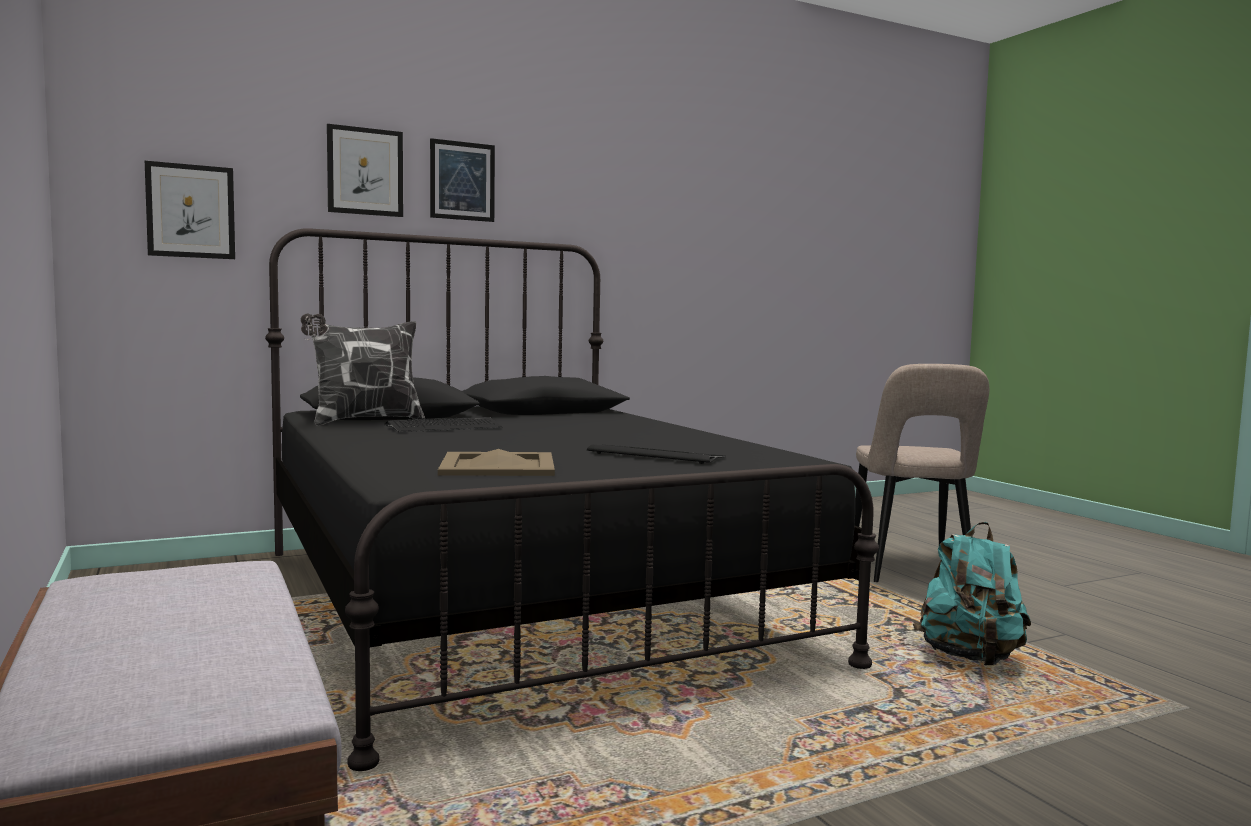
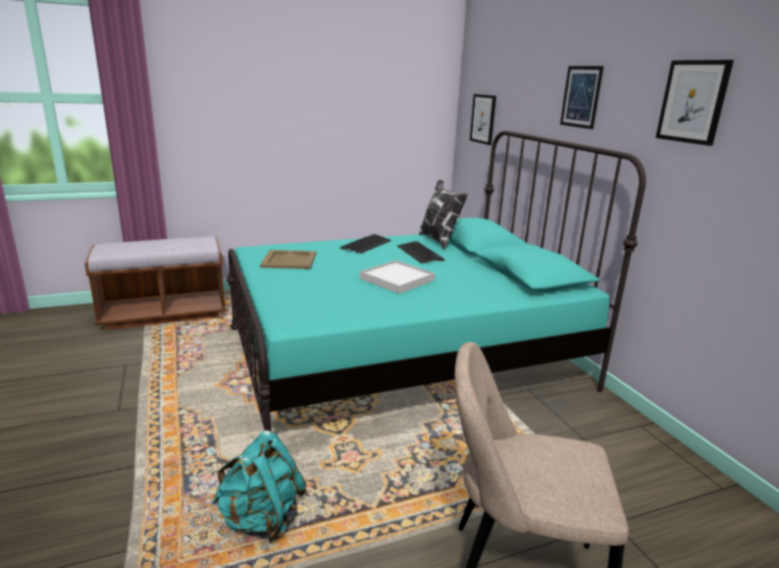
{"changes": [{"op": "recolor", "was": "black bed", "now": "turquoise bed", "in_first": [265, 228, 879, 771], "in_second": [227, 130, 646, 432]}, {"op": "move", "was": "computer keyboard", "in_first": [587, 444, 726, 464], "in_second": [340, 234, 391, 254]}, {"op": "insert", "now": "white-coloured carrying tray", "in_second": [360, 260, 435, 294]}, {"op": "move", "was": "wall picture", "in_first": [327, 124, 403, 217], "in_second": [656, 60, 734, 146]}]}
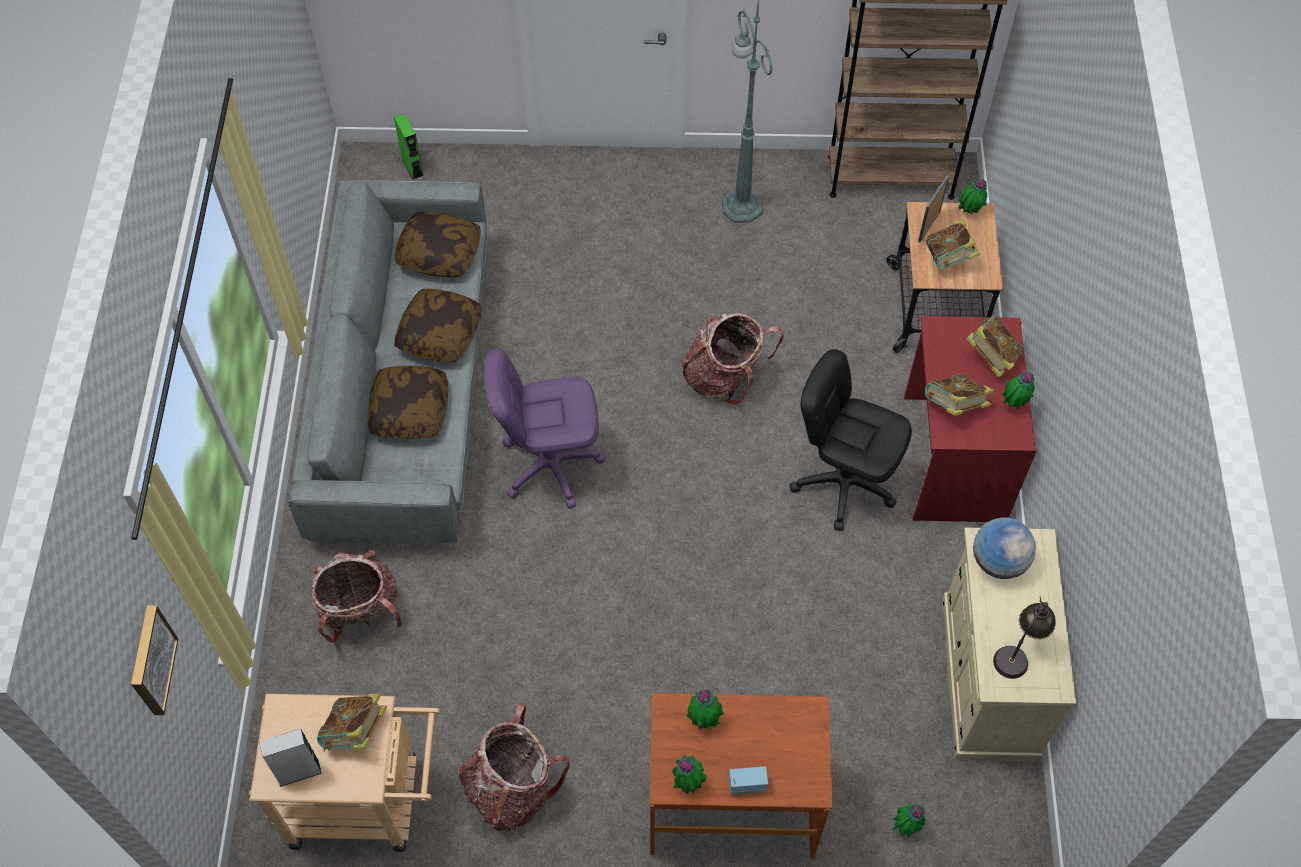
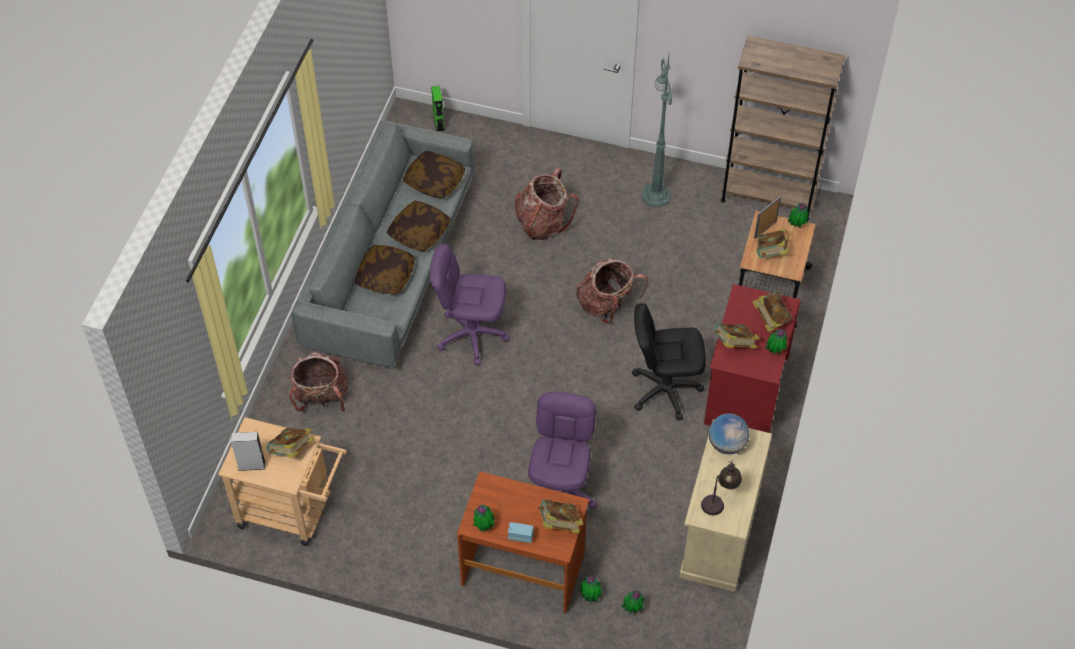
{"changes": [{"op": "move", "was": "knapsack", "in_first": [457, 702, 570, 832], "in_second": [515, 168, 578, 240]}, {"op": "insert", "now": "purple computer chair", "in_second": [528, 392, 597, 509]}, {"op": "insert", "now": "bound book", "in_second": [537, 500, 583, 534]}, {"op": "move", "was": "potted plant", "in_first": [687, 689, 724, 730], "in_second": [580, 575, 602, 602]}, {"op": "rotate", "was": "black computer chair", "in_first": [789, 349, 912, 531], "in_second": [632, 303, 706, 421], "clockwise": -45}, {"op": "delete", "was": "wall picture", "in_first": [131, 605, 178, 715]}]}
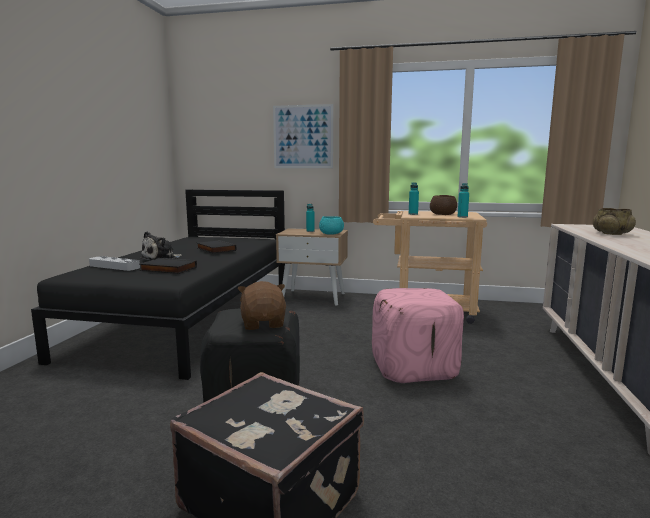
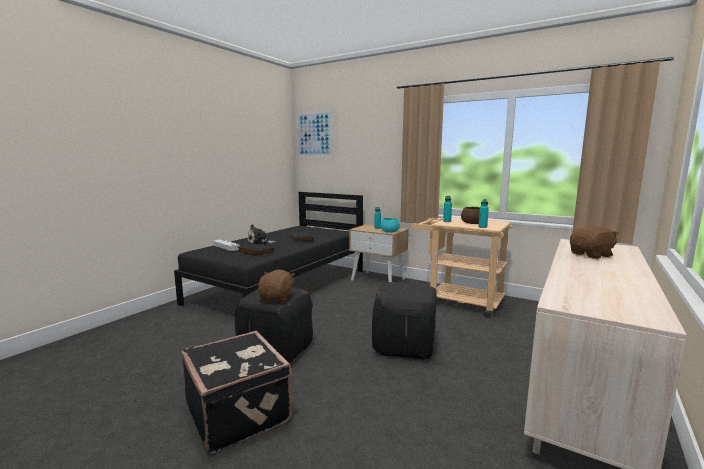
{"changes": [{"op": "move", "was": "wall picture", "in_first": [273, 104, 333, 168], "in_second": [297, 111, 332, 157]}, {"op": "recolor", "was": "pink-coloured footrest", "now": "black footrest", "in_first": [372, 288, 464, 383], "in_second": [372, 282, 437, 359]}, {"op": "replace", "was": "sand-coloured deep dish", "now": "brown-coloured soft toy", "in_first": [593, 208, 636, 235], "in_second": [570, 226, 620, 259]}]}
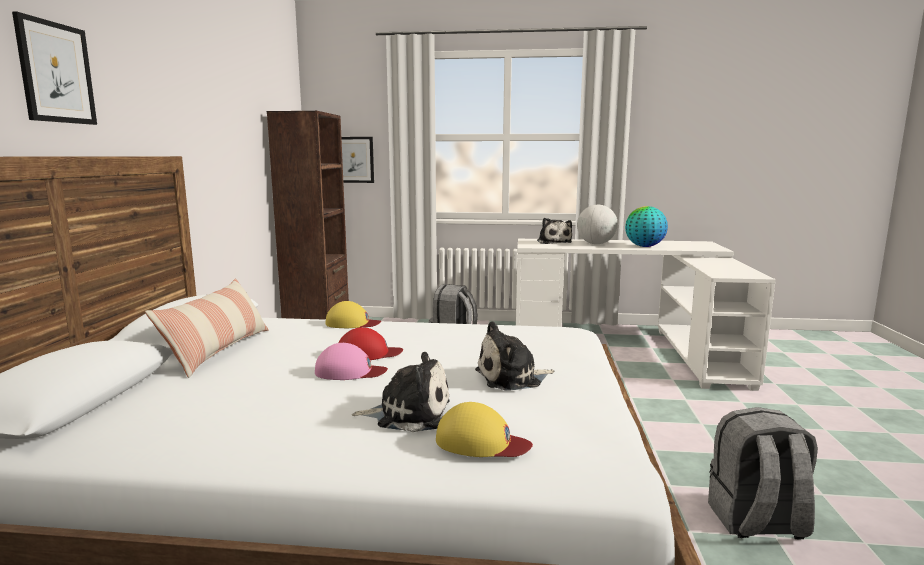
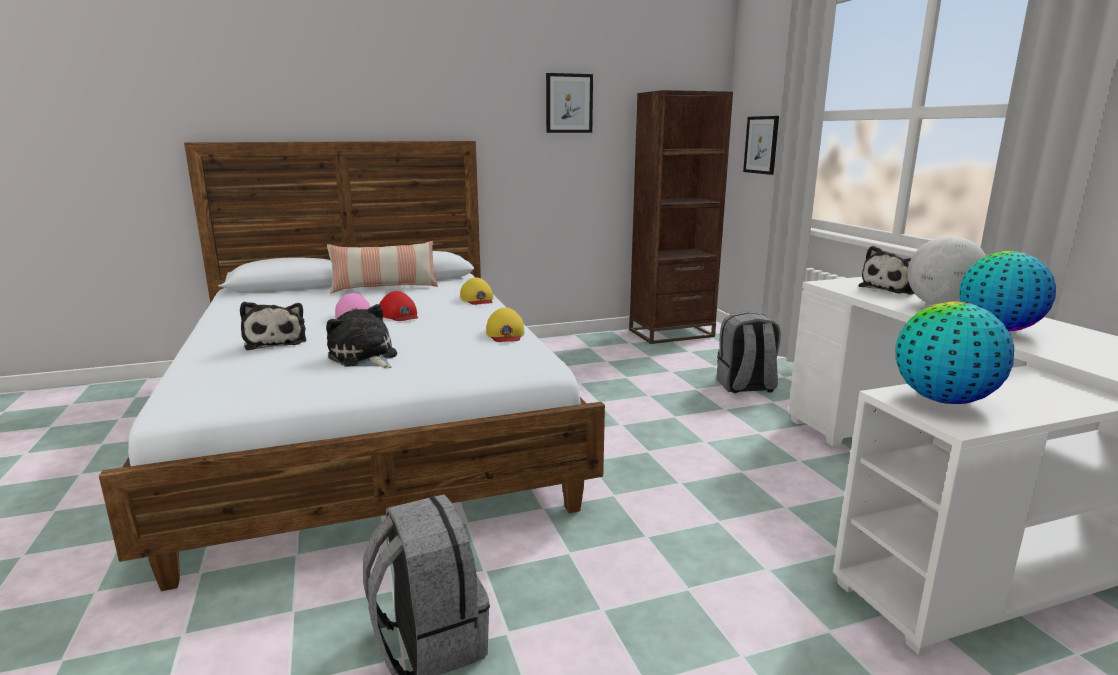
{"changes": [{"op": "move", "was": "yellowish baseball cap", "in_first": [436, 402, 533, 457], "in_second": [486, 307, 525, 342]}, {"op": "move", "was": "wall picture", "in_first": [12, 12, 97, 125], "in_second": [546, 73, 593, 133]}, {"op": "insert", "now": "desk globe", "in_second": [895, 302, 1014, 404]}]}
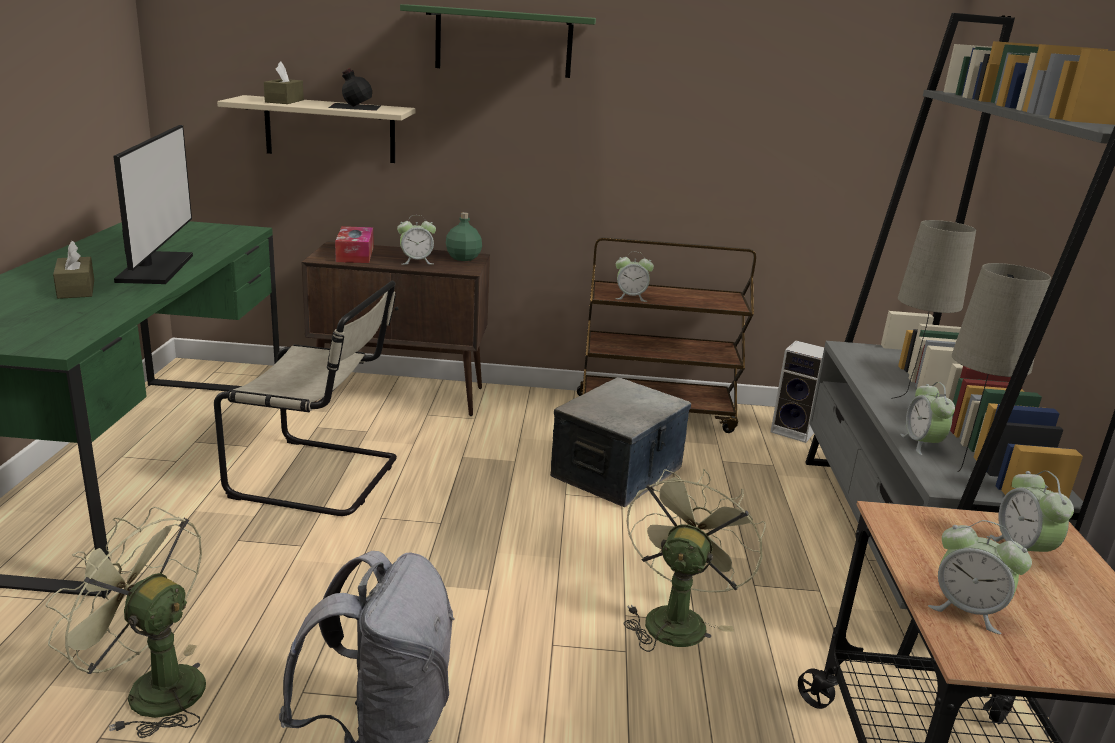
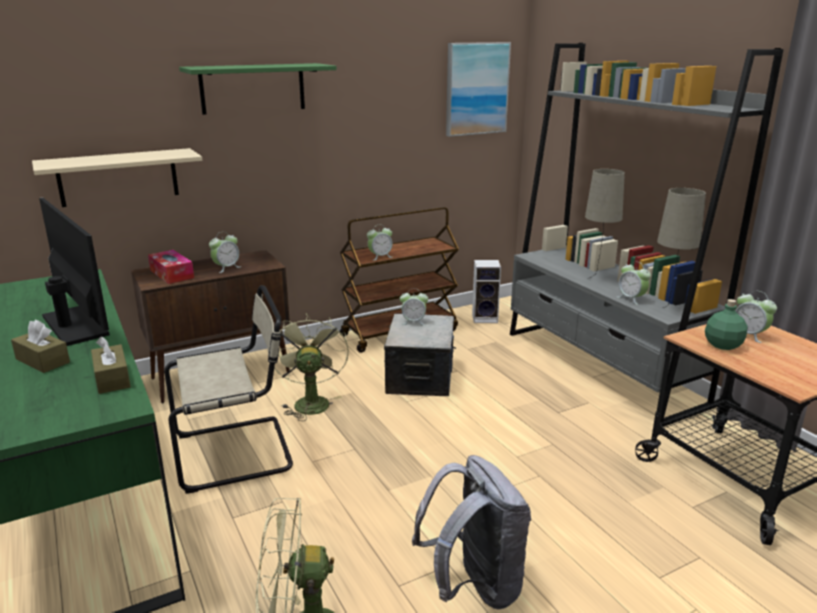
{"changes": [{"op": "move", "was": "brown-coloured tissue box", "in_first": [264, 61, 304, 104], "in_second": [91, 336, 131, 394]}, {"op": "move", "was": "greenish fan", "in_first": [624, 469, 766, 652], "in_second": [274, 313, 349, 421]}, {"op": "move", "was": "bedside clock", "in_first": [928, 520, 1032, 634], "in_second": [400, 289, 428, 325]}, {"op": "insert", "now": "wall picture", "in_second": [446, 42, 511, 137]}, {"op": "move", "was": "greenish beverage bottle", "in_first": [446, 212, 482, 261], "in_second": [705, 299, 748, 350]}, {"op": "delete", "was": "black beverage bottle", "in_first": [328, 68, 380, 111]}]}
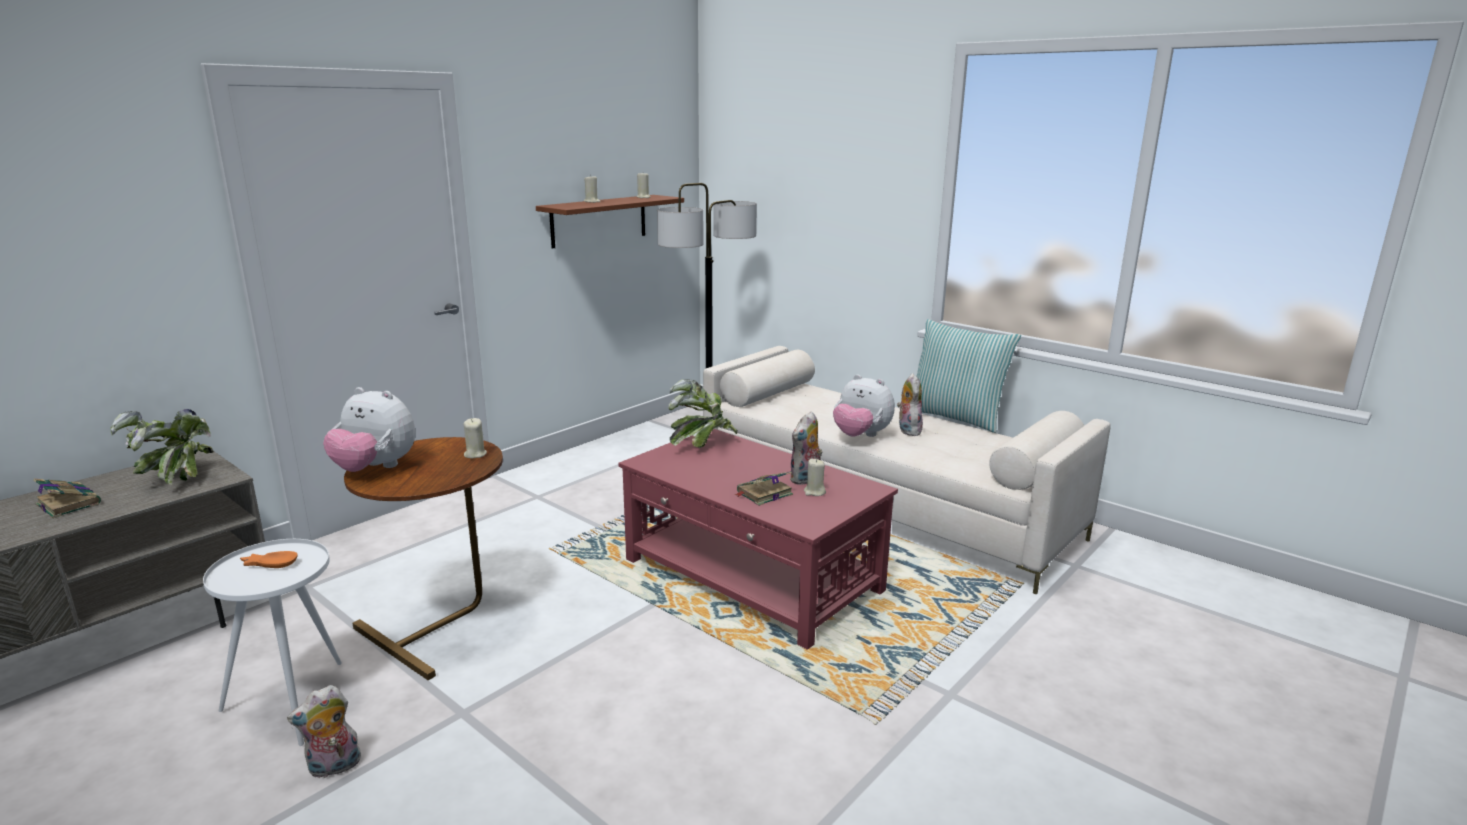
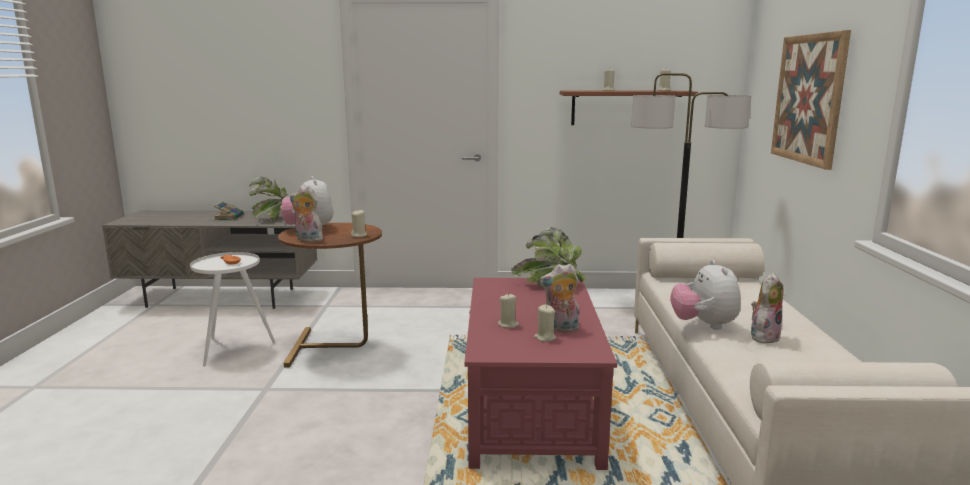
{"changes": [{"op": "move", "was": "soft toy", "in_first": [287, 685, 361, 778], "in_second": [290, 186, 323, 242]}, {"op": "replace", "was": "bound book", "now": "sand-coloured candle", "in_first": [735, 471, 793, 506], "in_second": [498, 293, 519, 328]}, {"op": "insert", "now": "wall picture", "in_second": [771, 30, 851, 170]}, {"op": "delete", "was": "pillow", "in_first": [917, 319, 1021, 433]}]}
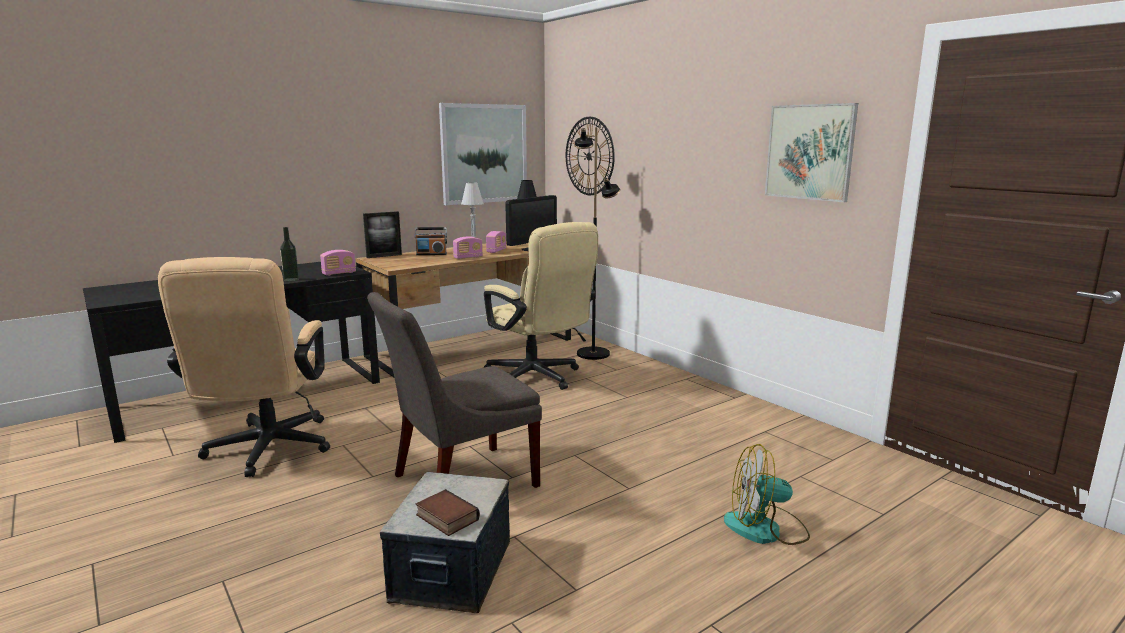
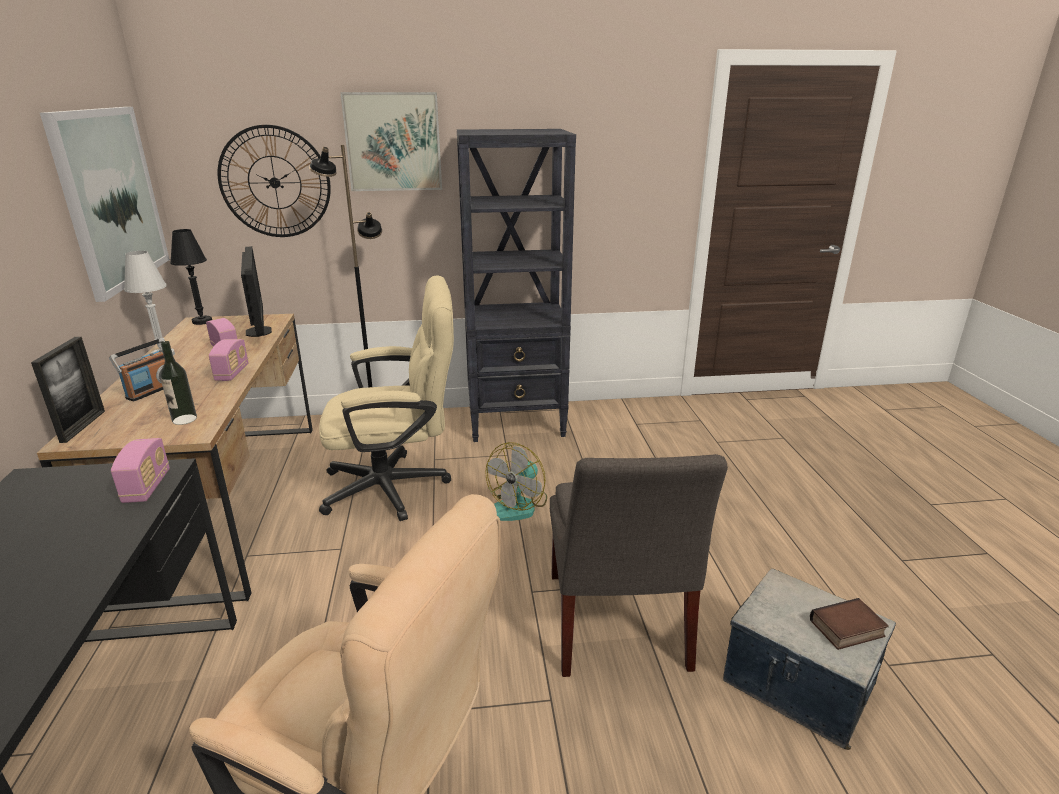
{"changes": [{"op": "move", "was": "beverage bottle", "in_first": [280, 227, 299, 281], "in_second": [160, 341, 197, 425]}, {"op": "move", "was": "wall picture", "in_first": [765, 103, 858, 202], "in_second": [340, 92, 442, 191]}, {"op": "insert", "now": "black bookcase", "in_second": [457, 129, 576, 442]}, {"op": "move", "was": "fan", "in_first": [724, 444, 810, 545], "in_second": [485, 442, 547, 521]}]}
